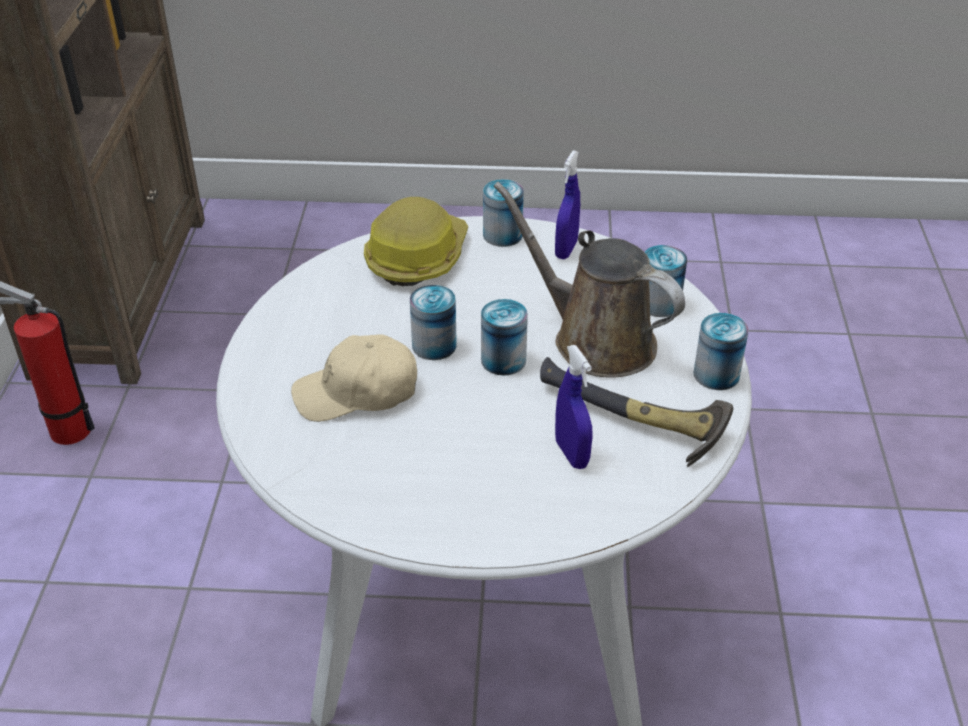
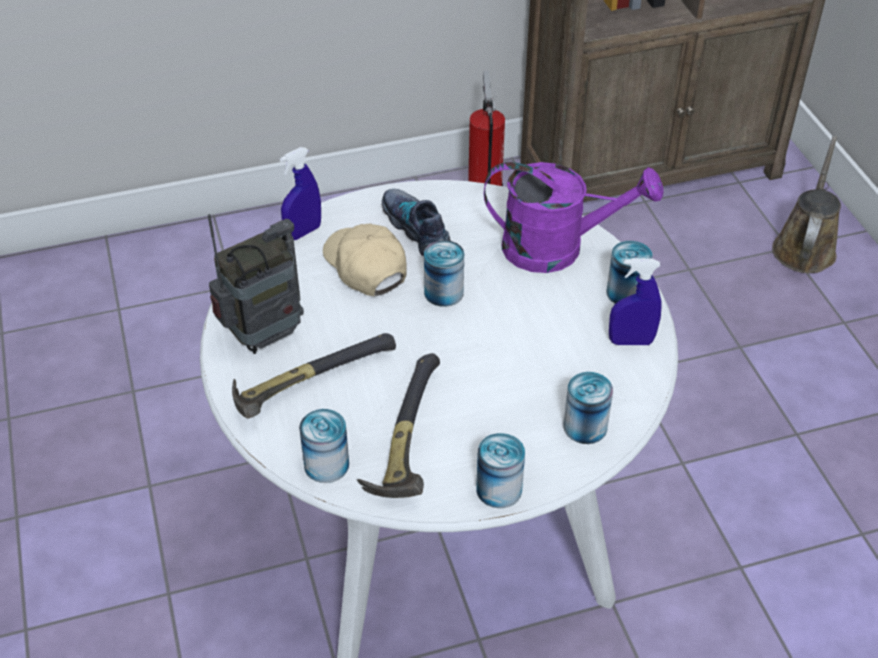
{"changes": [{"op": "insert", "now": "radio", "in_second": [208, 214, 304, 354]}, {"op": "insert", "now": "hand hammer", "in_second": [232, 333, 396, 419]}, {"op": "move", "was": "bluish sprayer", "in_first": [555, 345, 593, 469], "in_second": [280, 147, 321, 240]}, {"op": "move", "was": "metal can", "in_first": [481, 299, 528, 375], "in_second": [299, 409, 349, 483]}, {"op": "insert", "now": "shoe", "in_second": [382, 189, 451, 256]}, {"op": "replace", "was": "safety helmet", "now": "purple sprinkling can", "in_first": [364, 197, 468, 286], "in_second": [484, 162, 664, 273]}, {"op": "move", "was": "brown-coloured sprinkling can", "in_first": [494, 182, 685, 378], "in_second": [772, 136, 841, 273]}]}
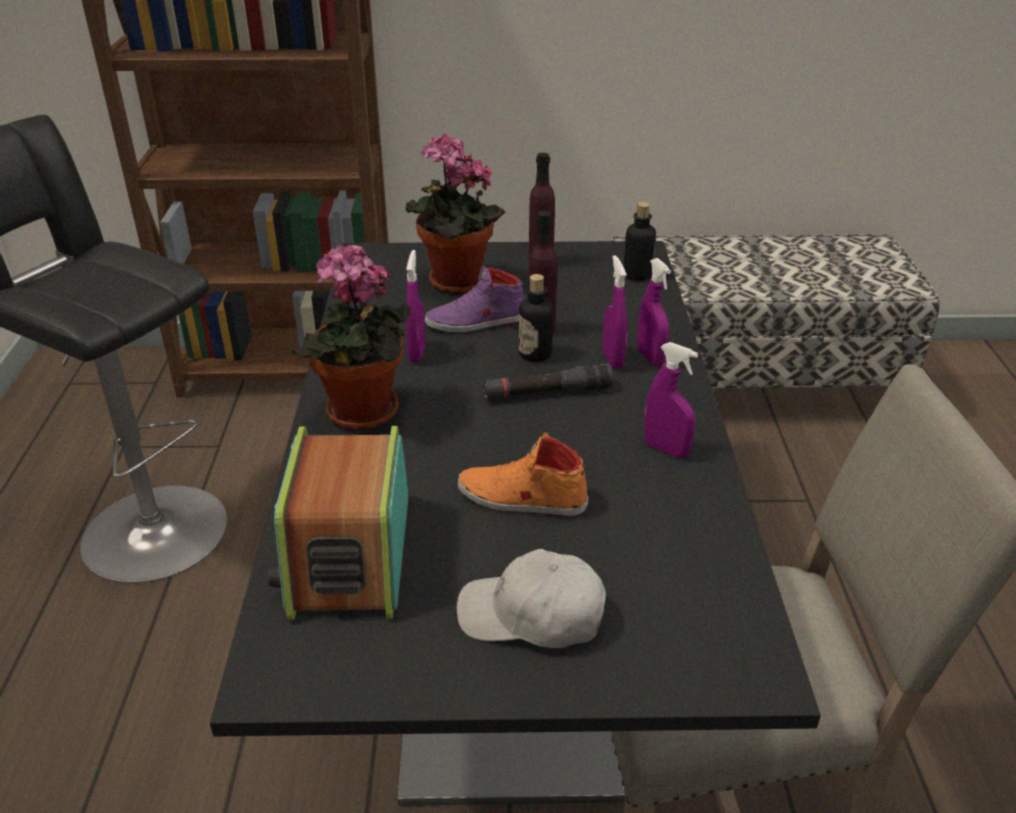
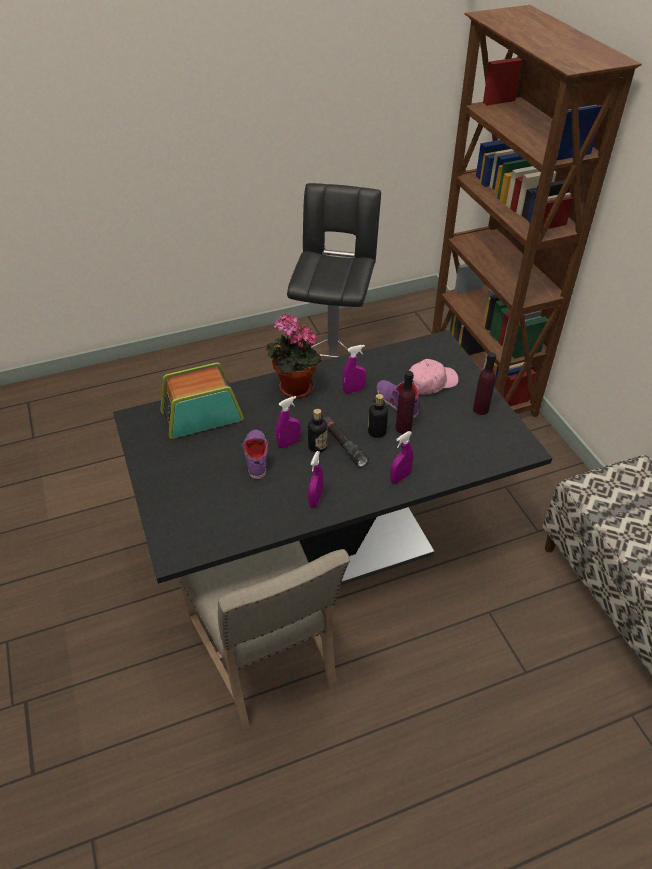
{"changes": [{"op": "recolor", "was": "orange shoe", "now": "purple shoe", "in_first": [458, 432, 589, 516], "in_second": [240, 430, 269, 479]}, {"op": "move", "was": "purple sprayer", "in_first": [602, 255, 627, 369], "in_second": [276, 396, 301, 448]}, {"op": "move", "was": "beverage bottle", "in_first": [623, 202, 656, 281], "in_second": [308, 409, 327, 453]}, {"op": "replace", "was": "potted plant", "now": "pink-coloured baseball cap", "in_first": [406, 133, 505, 294], "in_second": [409, 359, 459, 395]}, {"op": "delete", "was": "white-coloured baseball cap", "in_first": [457, 549, 606, 648]}]}
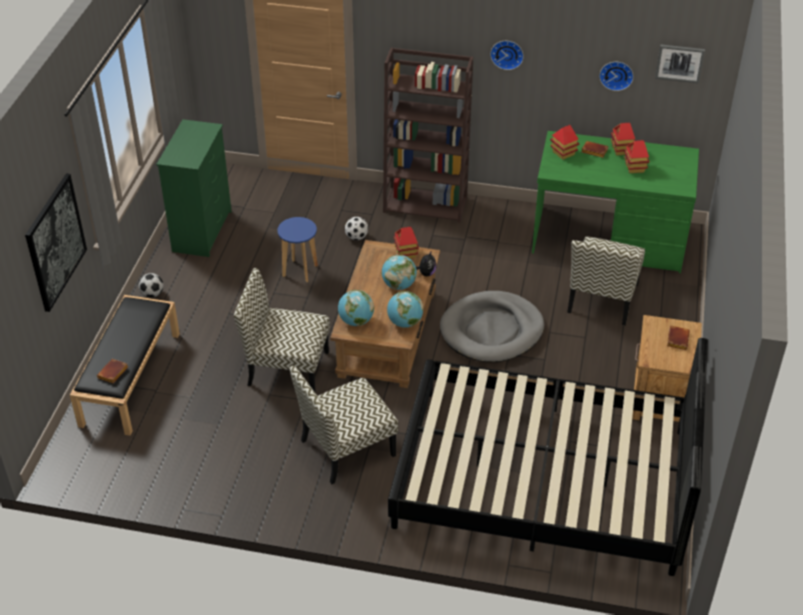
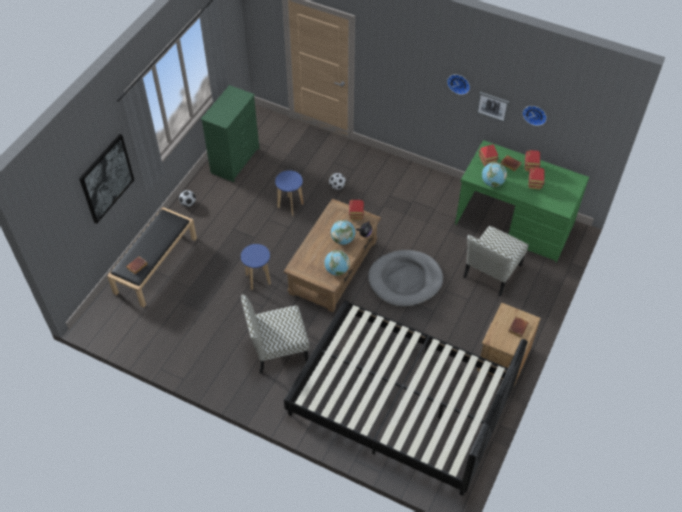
{"changes": [{"op": "replace", "was": "upright chair", "now": "bluish stool", "in_first": [234, 268, 330, 392], "in_second": [241, 244, 271, 290]}, {"op": "move", "was": "wall picture", "in_first": [655, 44, 705, 83], "in_second": [476, 92, 510, 123]}, {"op": "move", "was": "desk globe", "in_first": [338, 290, 374, 326], "in_second": [482, 162, 507, 187]}, {"op": "delete", "was": "brown-coloured bookcase", "in_first": [383, 48, 473, 223]}]}
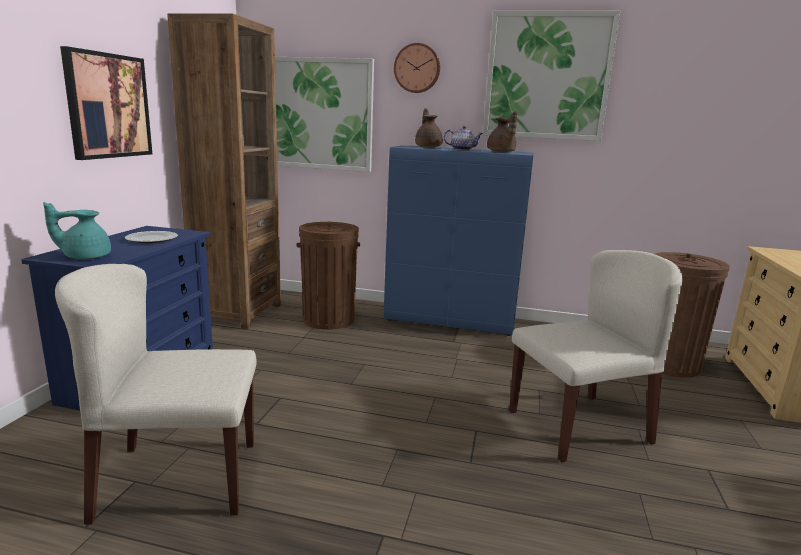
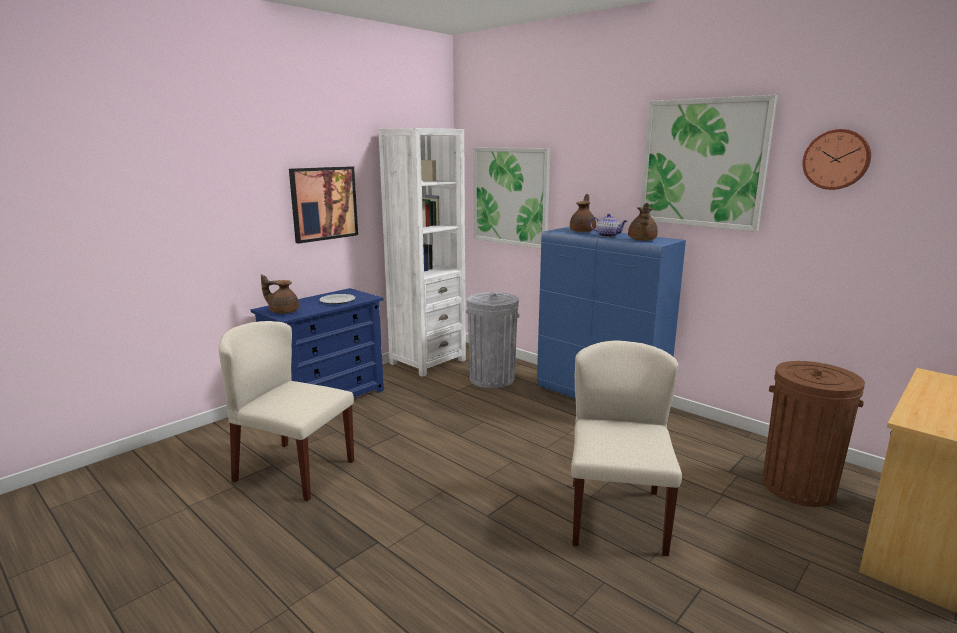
{"changes": [{"op": "recolor", "was": "turquoise pot for tea", "now": "brown-coloured pot for tea", "in_first": [43, 202, 111, 259], "in_second": [261, 274, 299, 314]}, {"op": "recolor", "was": "brown-coloured bookcase", "now": "white-coloured bookcase", "in_first": [167, 13, 281, 330], "in_second": [378, 128, 466, 377]}, {"op": "recolor", "was": "brown-coloured rubbish bin", "now": "greyish rubbish bin", "in_first": [297, 222, 360, 330], "in_second": [466, 292, 520, 388]}, {"op": "rotate", "was": "sand-coloured upright chair", "in_first": [509, 250, 682, 463], "in_second": [571, 341, 682, 556], "clockwise": -90}, {"op": "move", "was": "wall clock", "in_first": [394, 43, 440, 93], "in_second": [802, 129, 871, 190]}]}
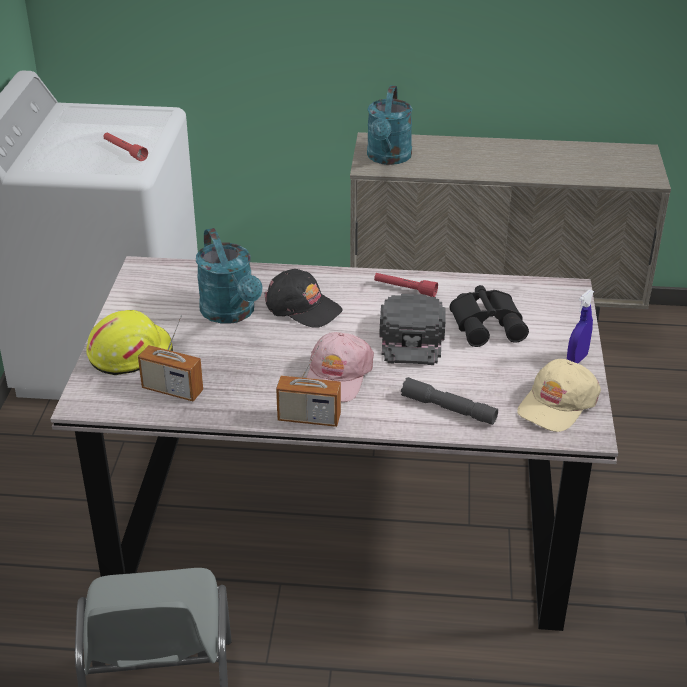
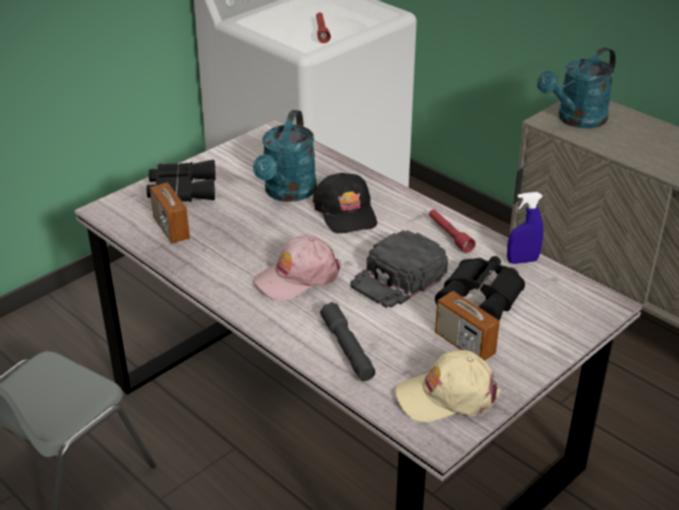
{"changes": [{"op": "replace", "was": "yellowish safety helmet", "now": "black field glasses", "in_first": [86, 310, 173, 375], "in_second": [147, 160, 216, 202]}, {"op": "move", "was": "radio", "in_first": [276, 340, 341, 427], "in_second": [435, 270, 500, 361]}, {"op": "move", "was": "bluish sprayer", "in_first": [567, 289, 594, 364], "in_second": [507, 192, 543, 264]}]}
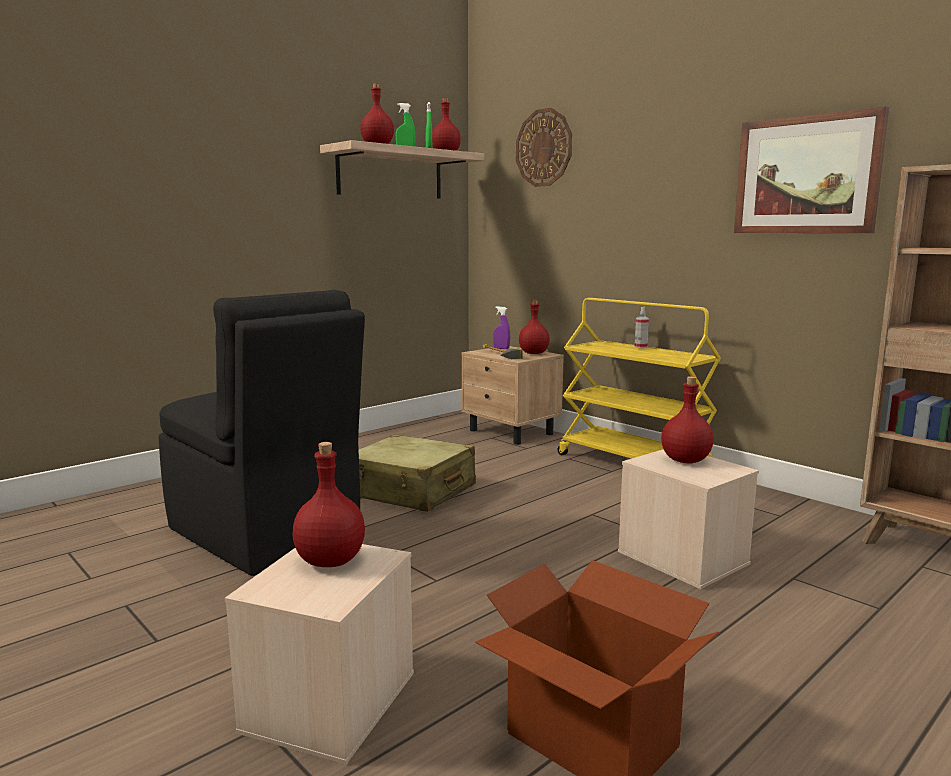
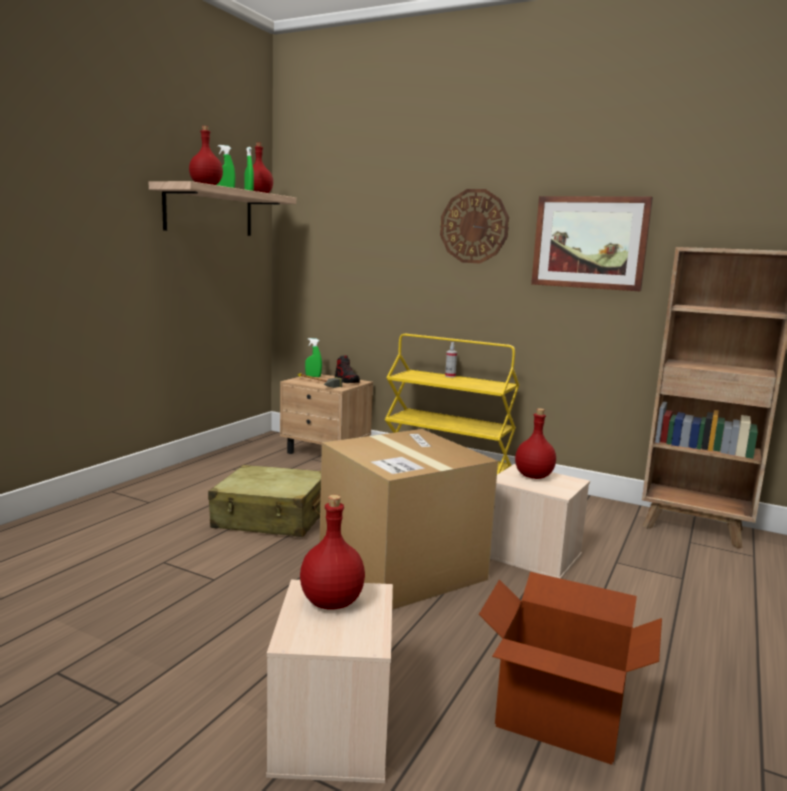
{"changes": [{"op": "recolor", "was": "purple sprayer", "now": "greenish sprayer", "in_first": [493, 306, 510, 349], "in_second": [305, 338, 322, 377]}, {"op": "insert", "now": "cardboard box", "in_second": [319, 429, 498, 610]}, {"op": "replace", "was": "reddish beverage bottle", "now": "shoe", "in_first": [519, 300, 550, 354], "in_second": [335, 355, 360, 383]}, {"op": "move", "was": "wall clock", "in_first": [516, 108, 572, 187], "in_second": [440, 189, 509, 263]}, {"op": "delete", "was": "black upright chair", "in_first": [159, 290, 365, 576]}]}
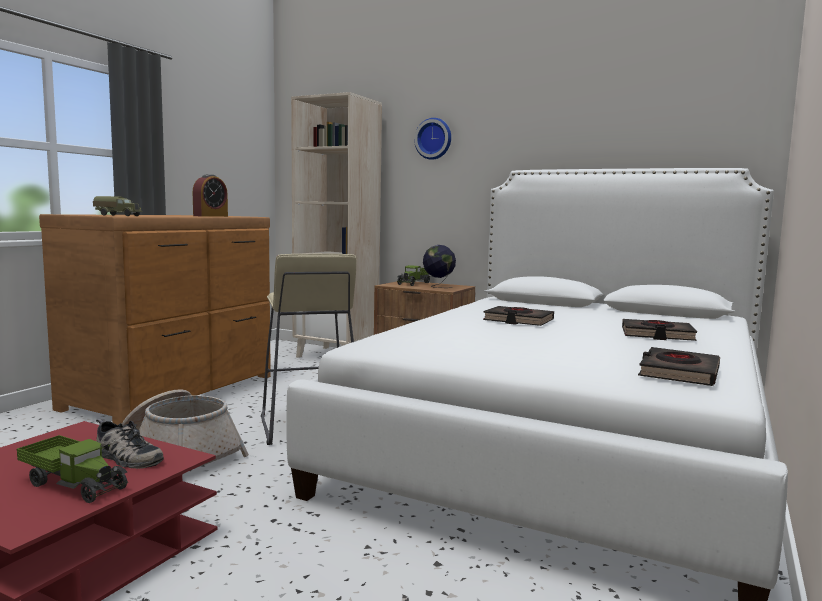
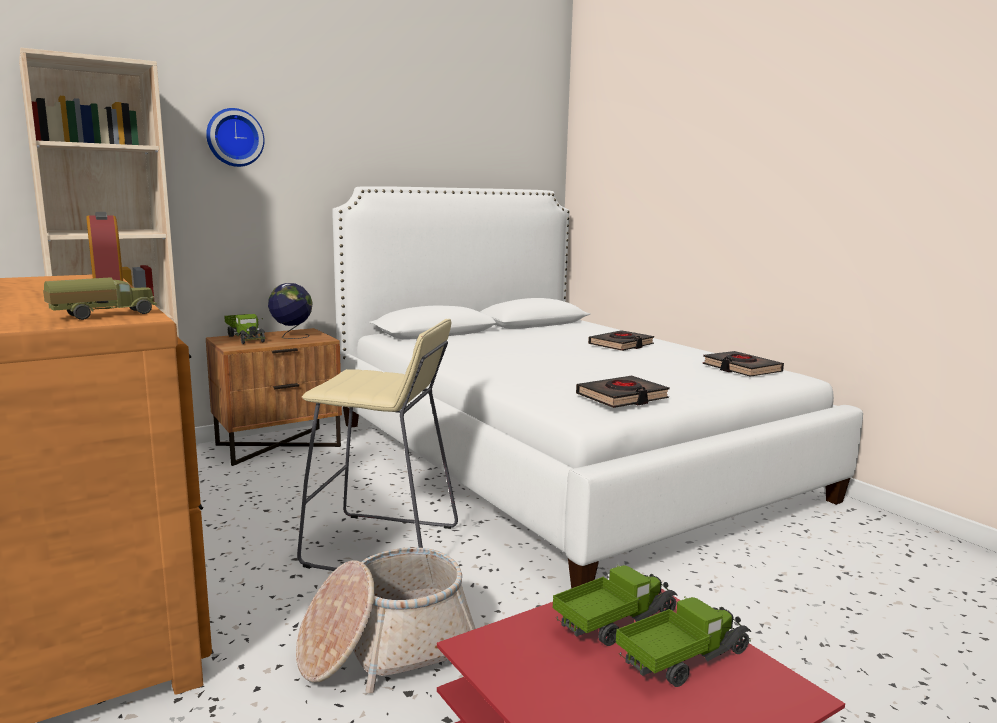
{"changes": [{"op": "replace", "was": "shoe", "now": "toy truck", "in_first": [96, 419, 164, 469], "in_second": [553, 565, 678, 646]}, {"op": "move", "was": "black bound book", "in_first": [483, 306, 554, 326], "in_second": [576, 376, 670, 408]}]}
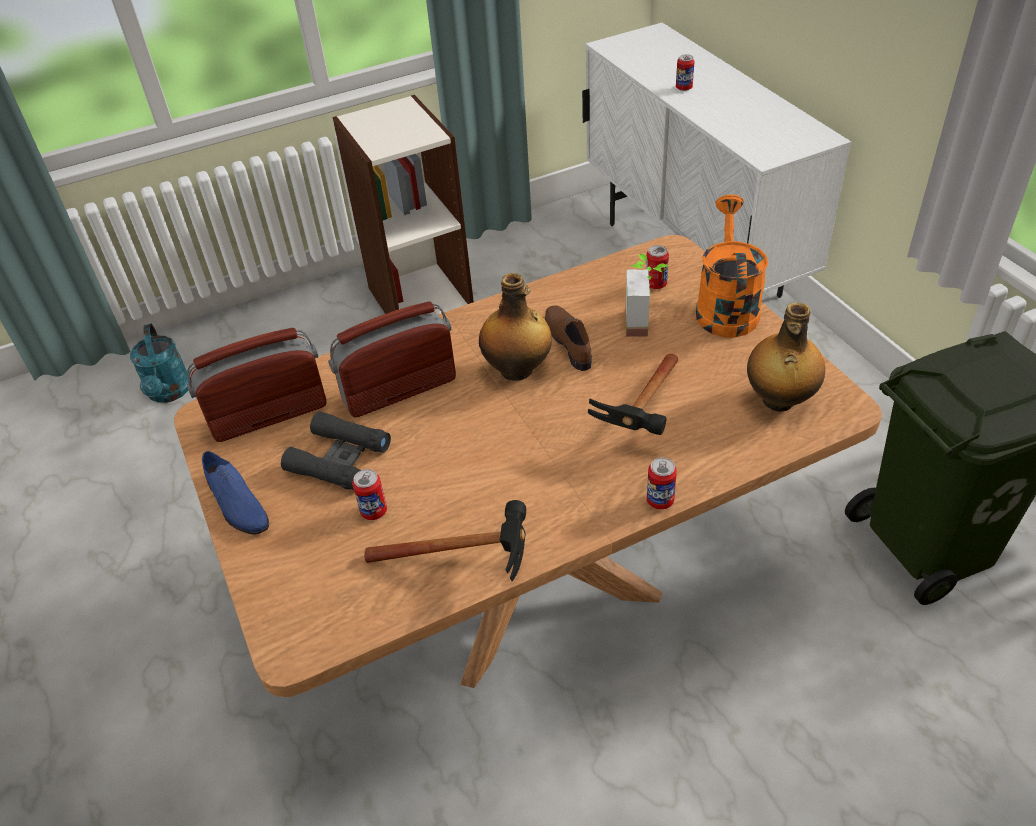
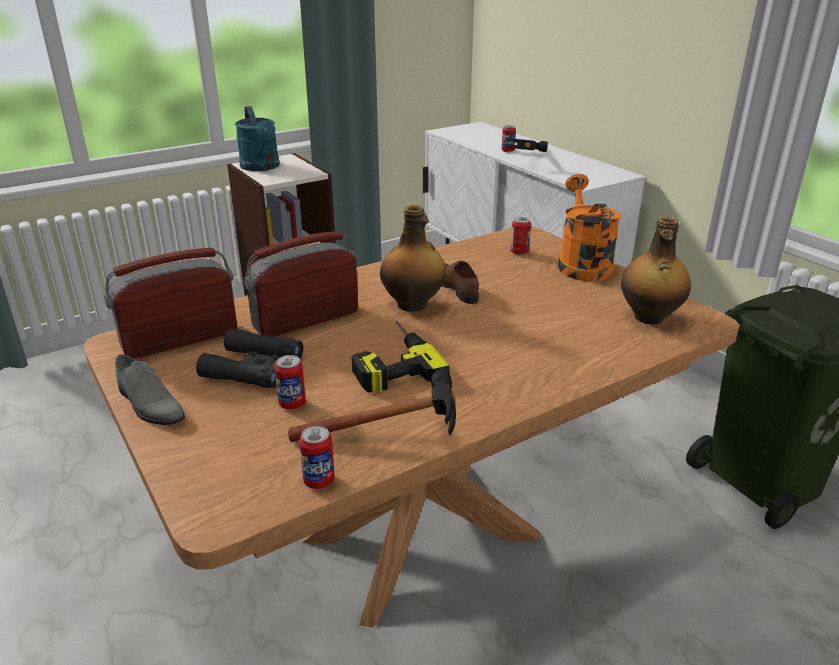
{"changes": [{"op": "recolor", "was": "bluish shoe", "now": "greyish shoe", "in_first": [202, 451, 269, 535], "in_second": [115, 354, 185, 425]}, {"op": "move", "was": "turquoise sprinkling can", "in_first": [130, 324, 191, 403], "in_second": [235, 106, 279, 171]}, {"op": "move", "was": "metal can", "in_first": [647, 457, 677, 510], "in_second": [299, 426, 335, 489]}, {"op": "insert", "now": "power drill", "in_second": [352, 320, 450, 393]}, {"op": "move", "was": "hand hammer", "in_first": [588, 354, 678, 435], "in_second": [505, 138, 548, 152]}, {"op": "delete", "was": "potted plant", "in_first": [626, 254, 668, 337]}]}
